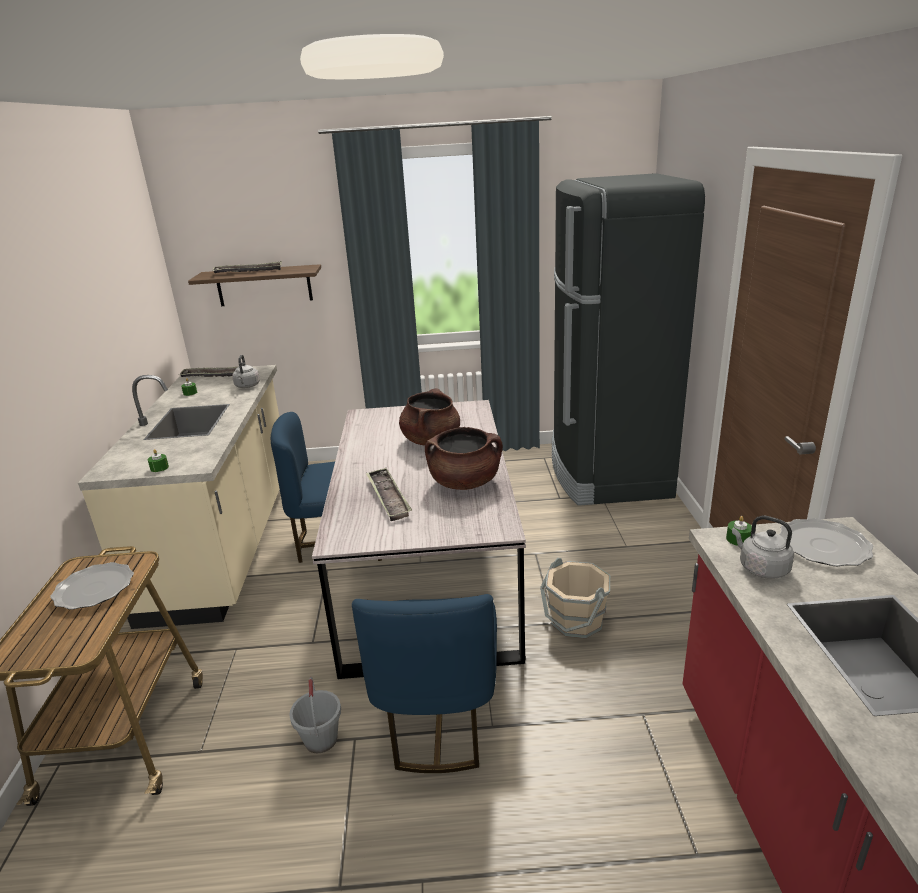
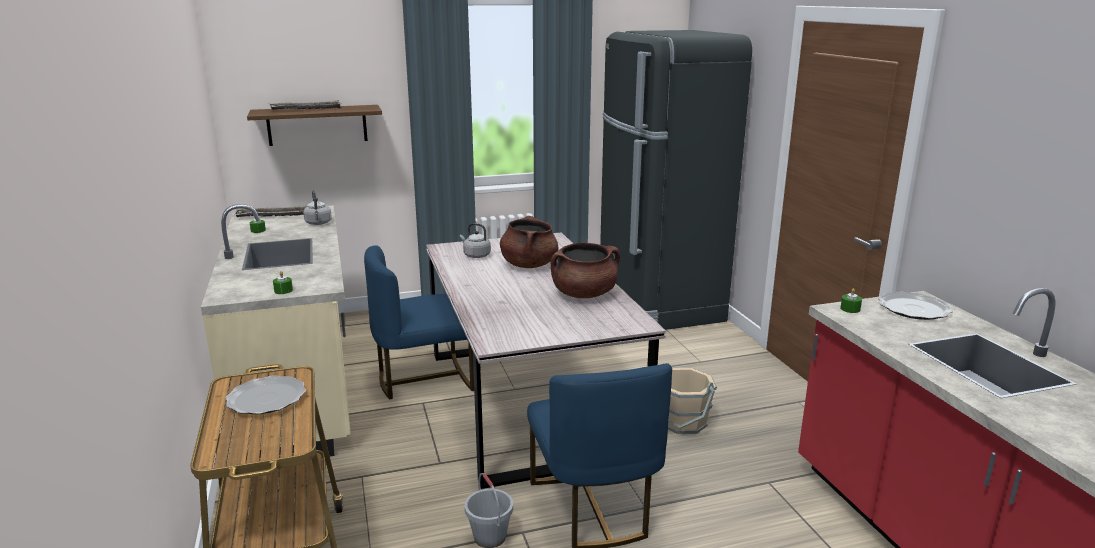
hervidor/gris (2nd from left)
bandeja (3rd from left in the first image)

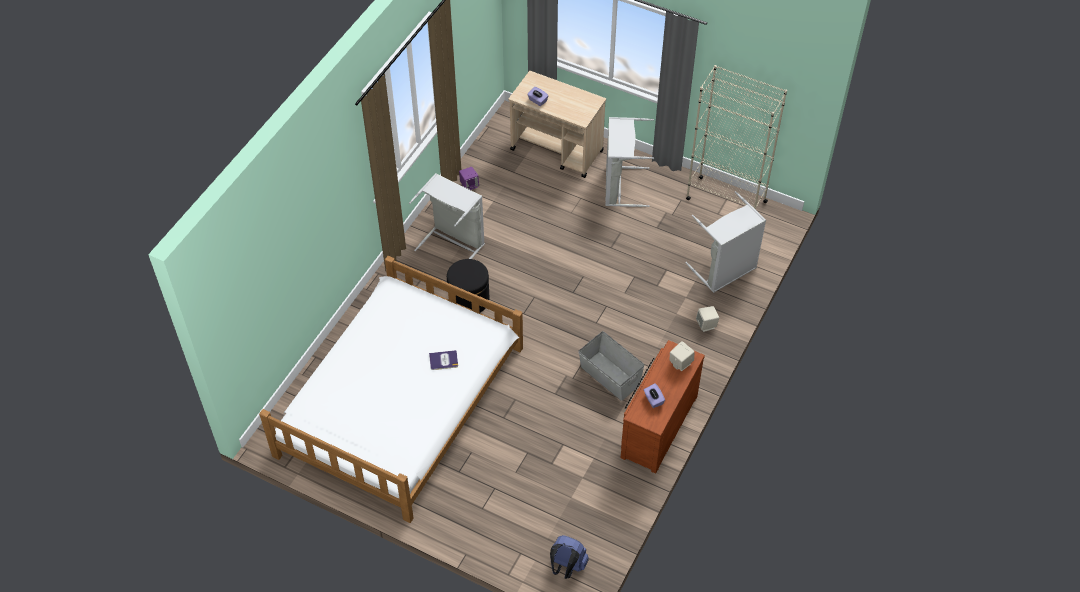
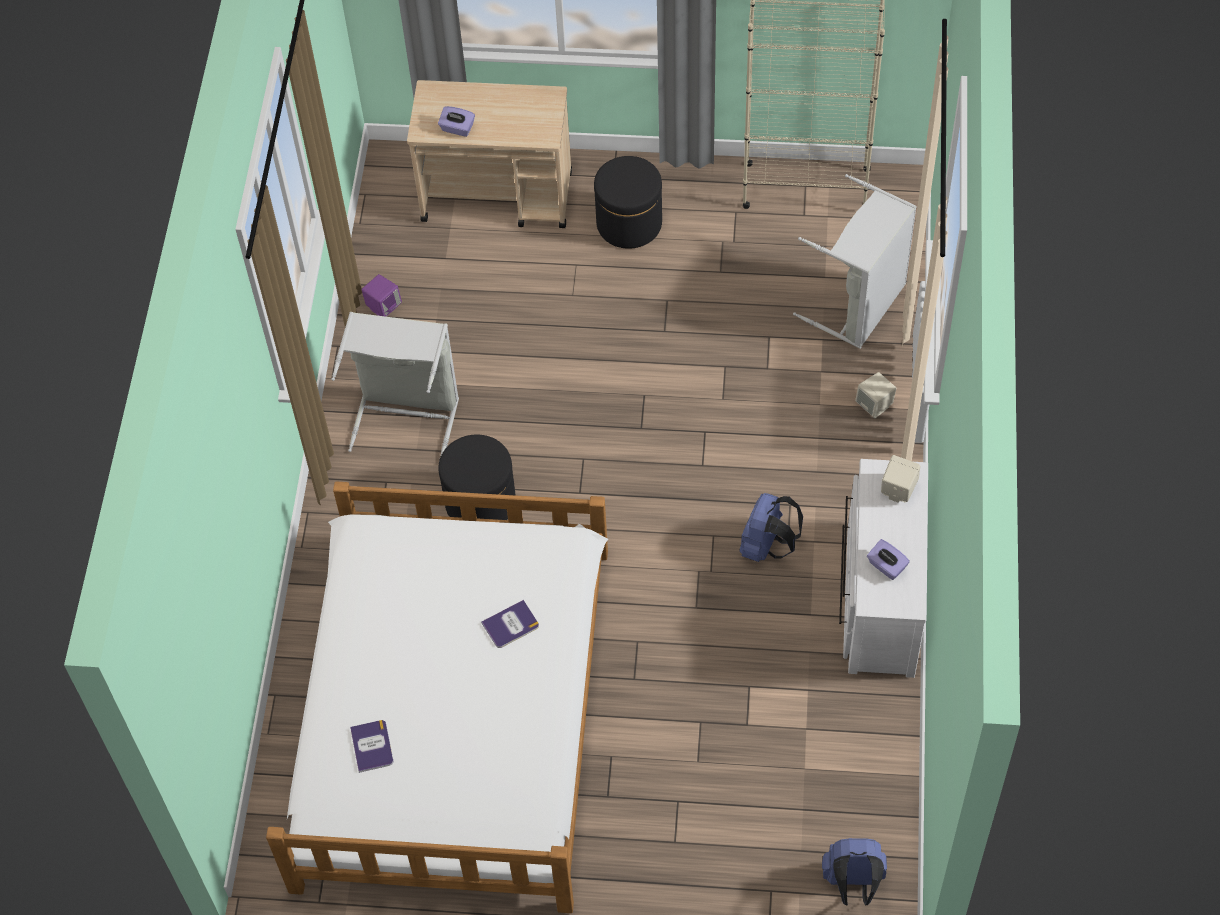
libro (1st from left)
puf/negro (2nd from left)
mochila/azul (1st from left)
cómoda/blanco

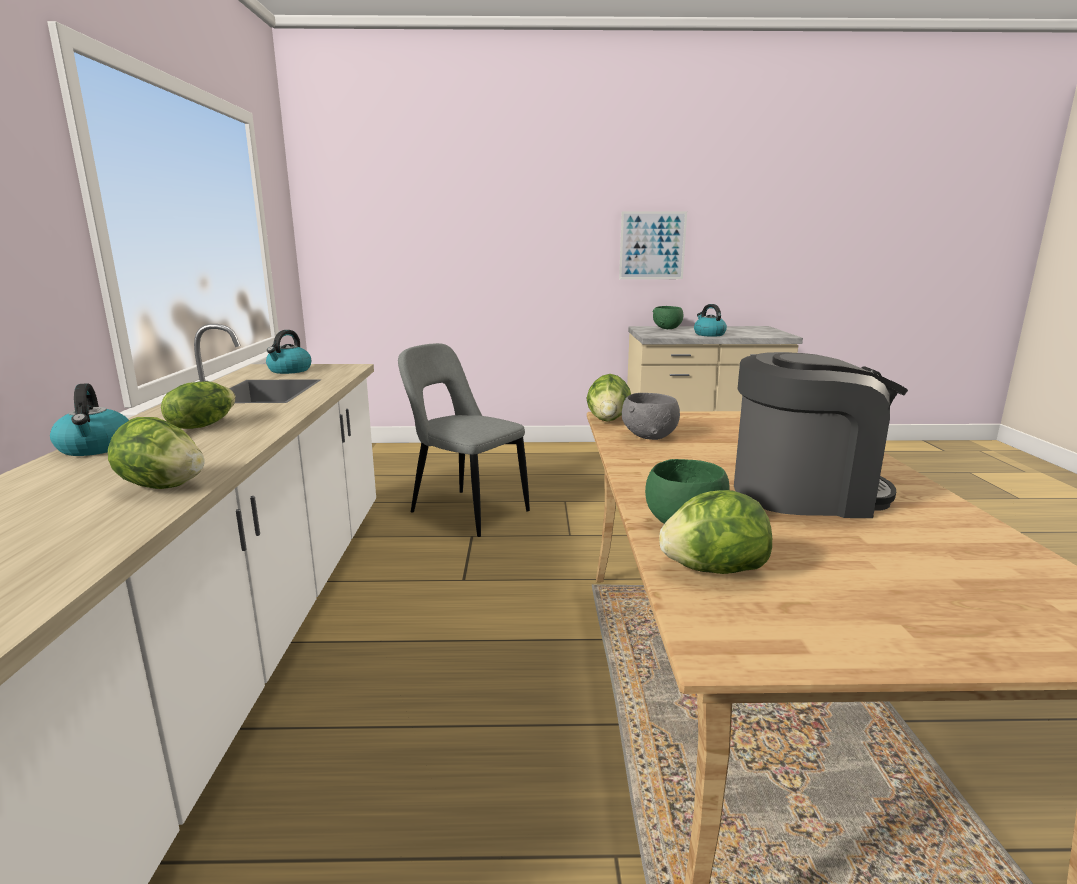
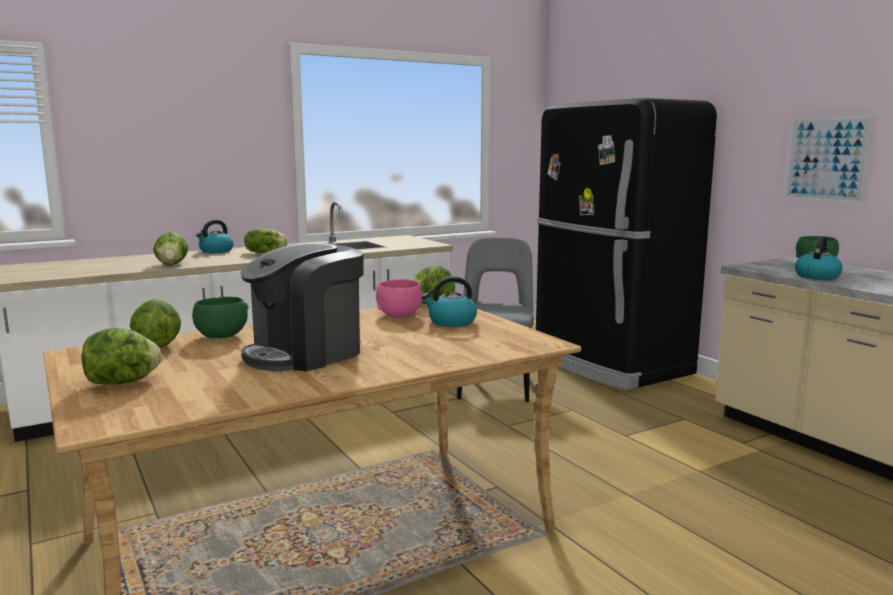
lechuga (1st from left)
cafetera
cuenco/rosa
hervidor (2nd from left)
nevera/negro

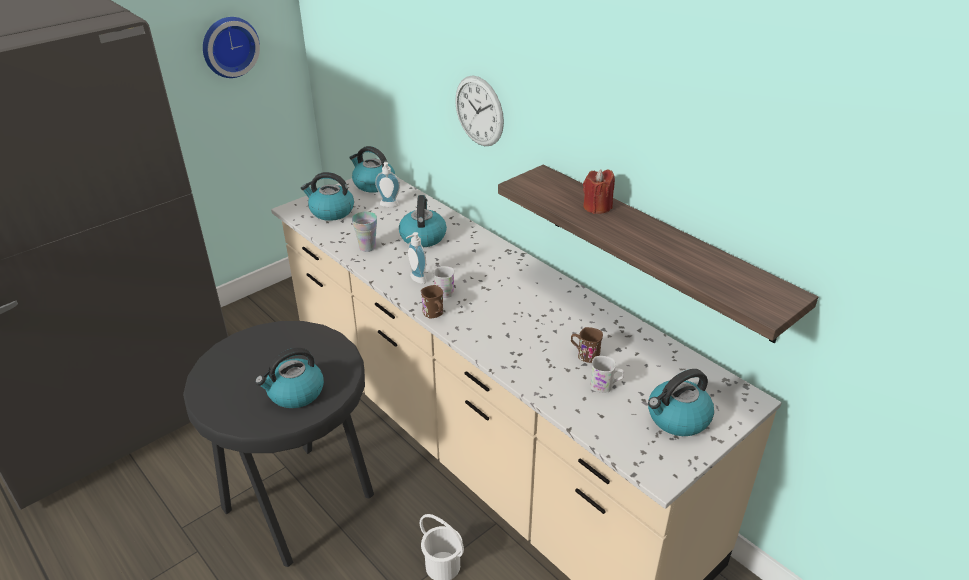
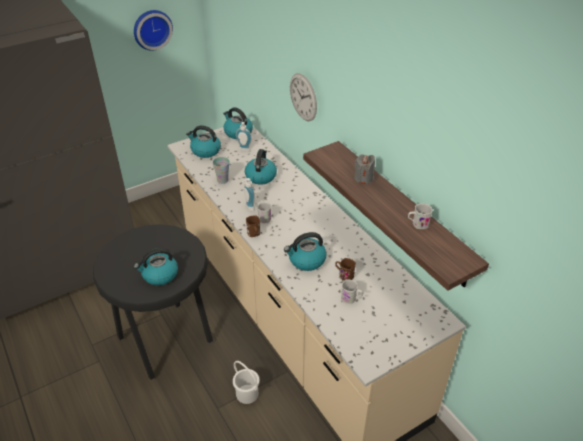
hervidor (5th from left)
vela/gris
taza grande/blanco (3rd from left)

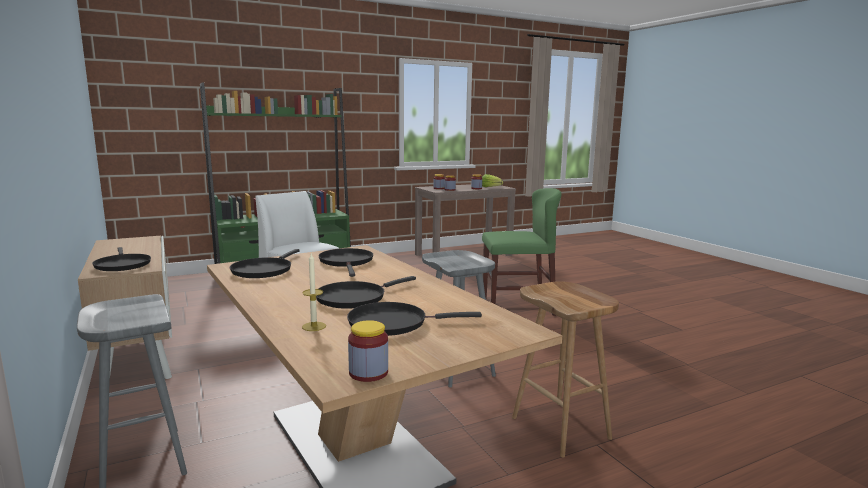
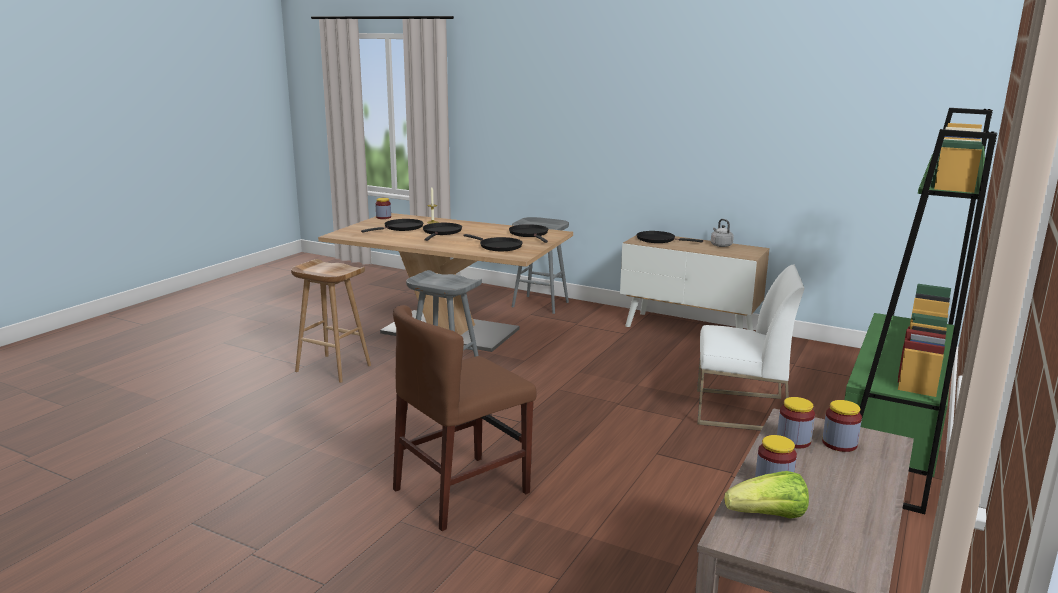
silla/marrón
hervidor/gris

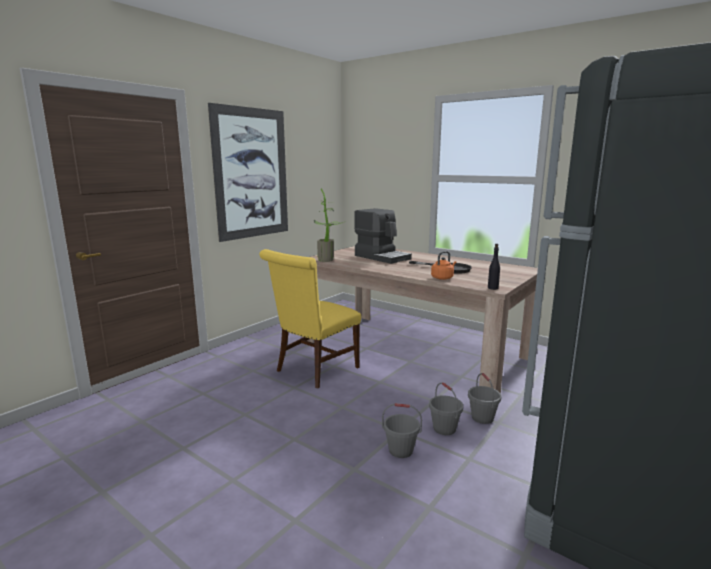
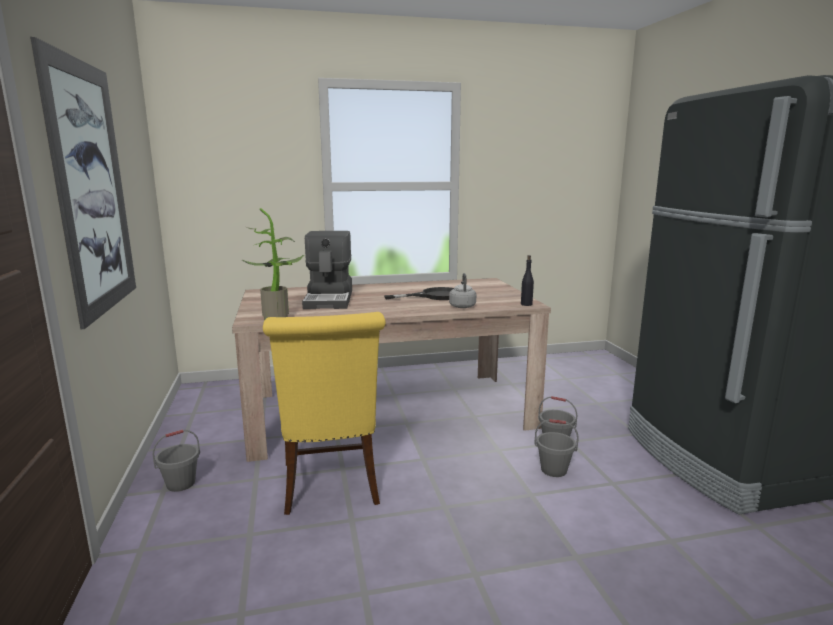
cubo/gris (1st from left)
cafetera
hervidor/gris

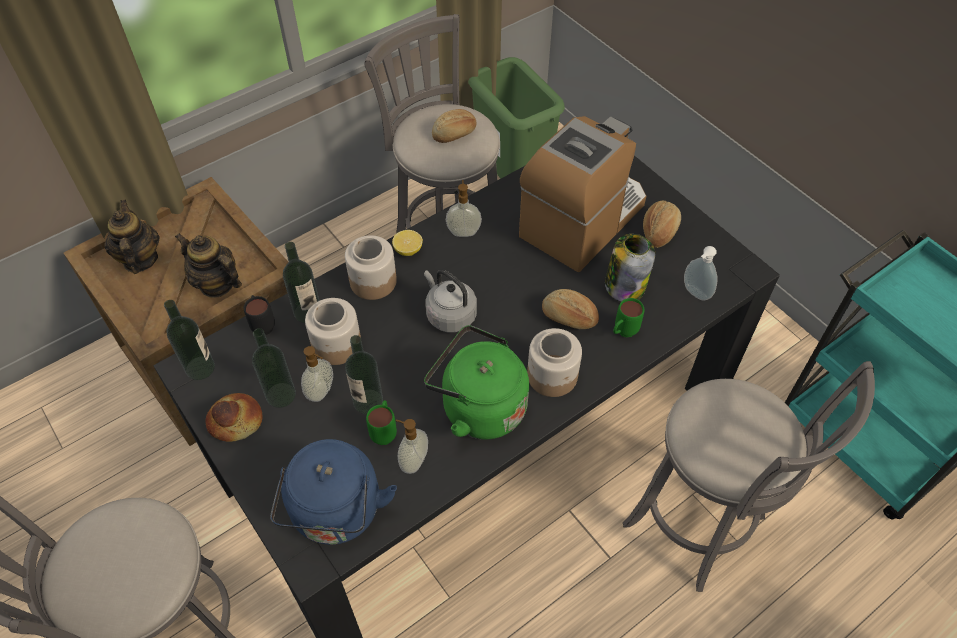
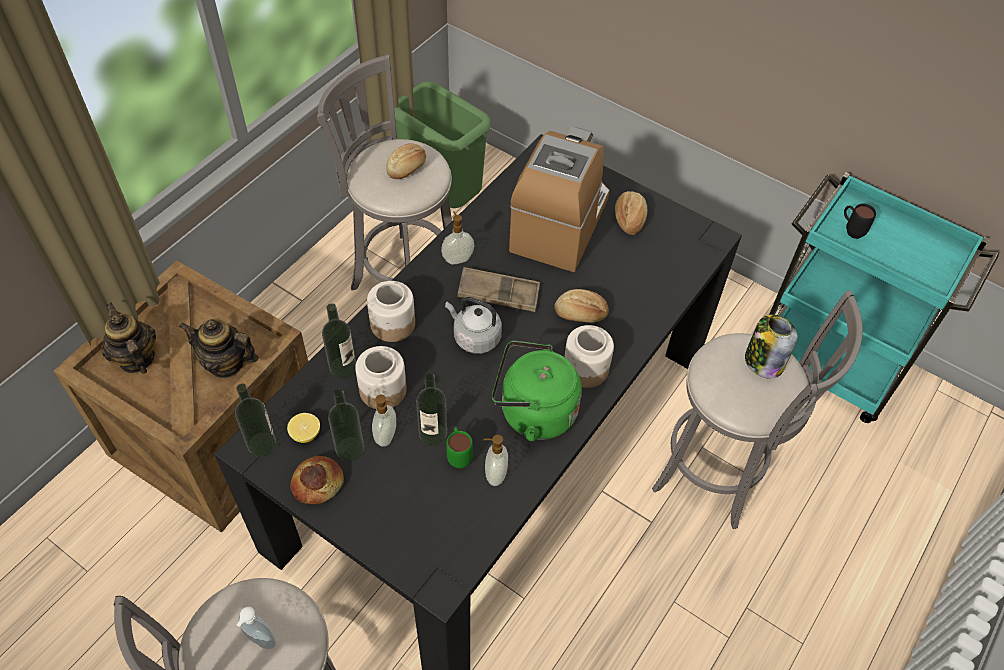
dispensador de jabón (1st from left)
limón
bandeja/marrón
tarro (4th from left)
taza grande/negro
hervidor/azul
taza grande/verde (2nd from left in the first image)

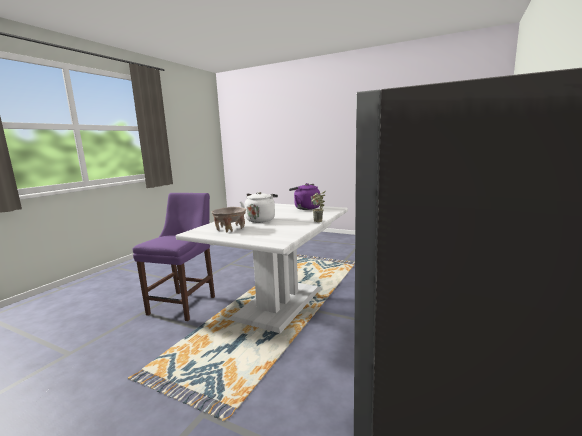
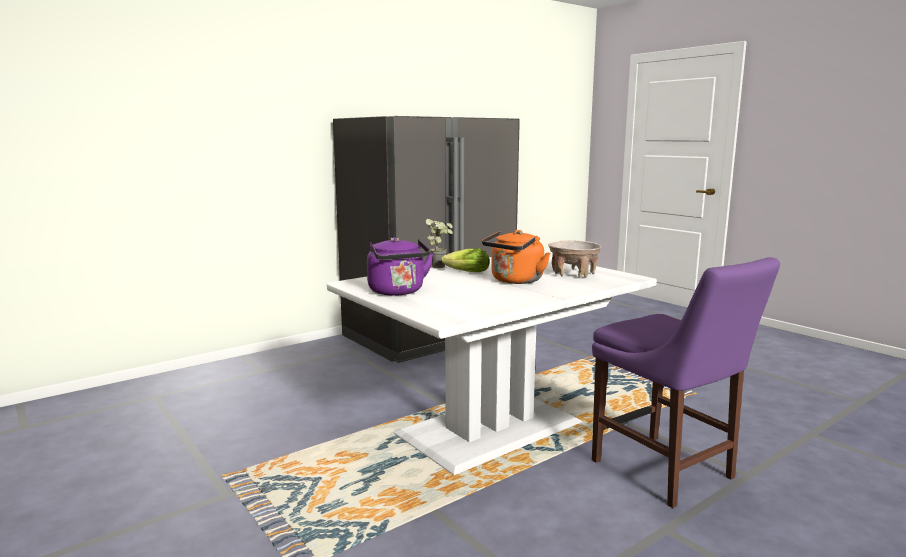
lechuga
hervidor/naranja
silla/morado

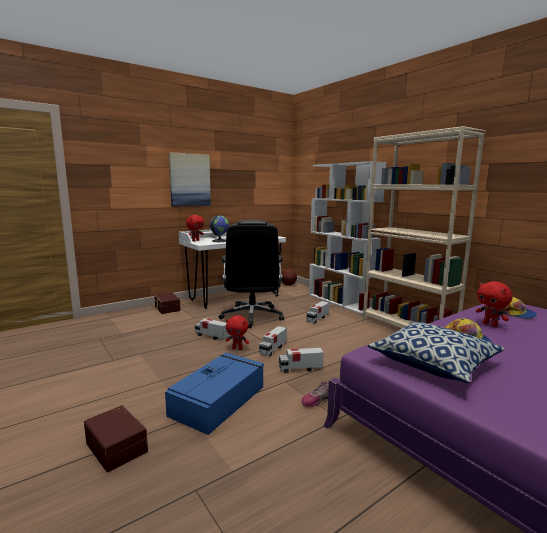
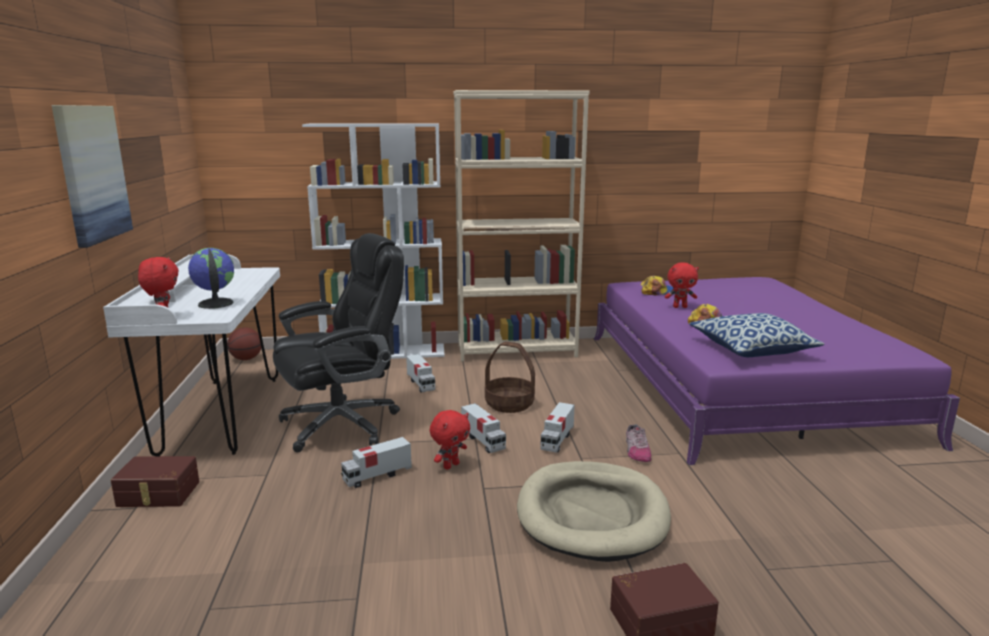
silla de oficina/negro
cesta
cama para perro/beis

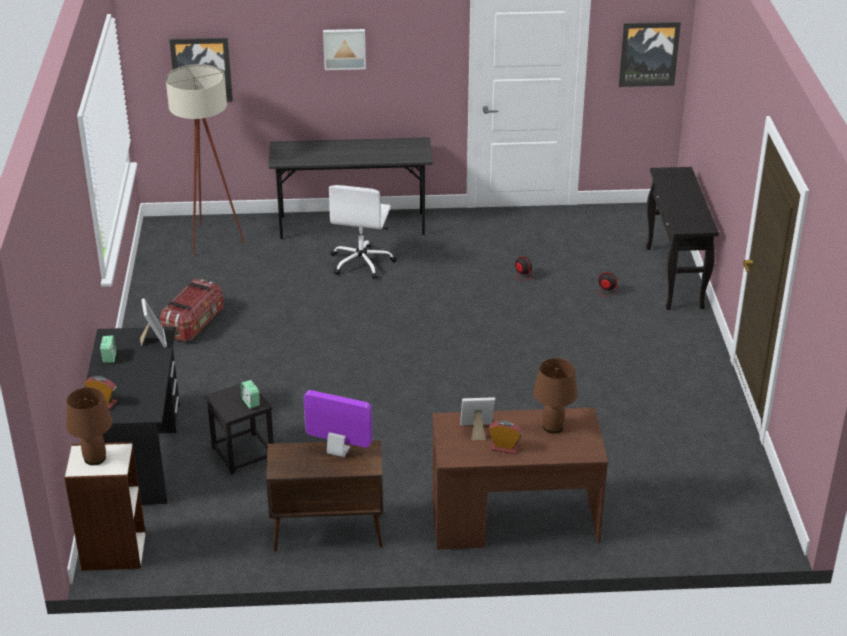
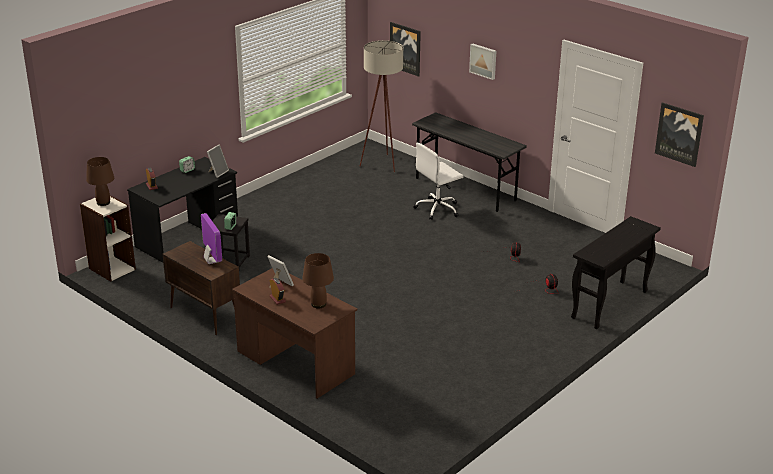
caja de almacenaje

